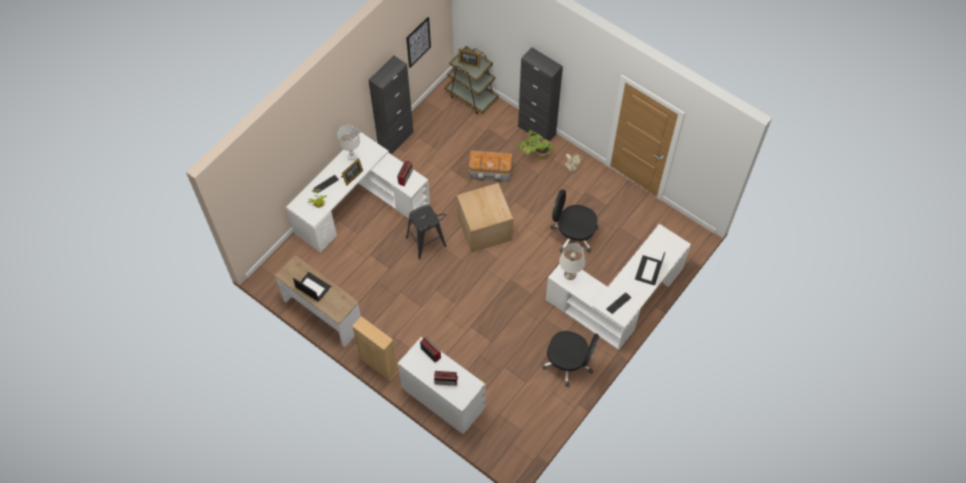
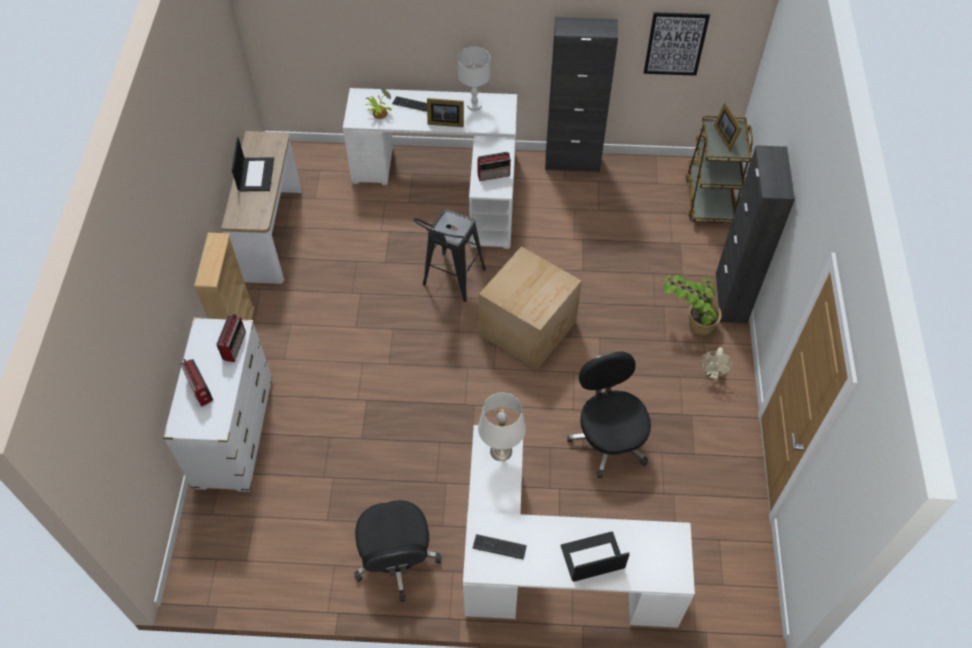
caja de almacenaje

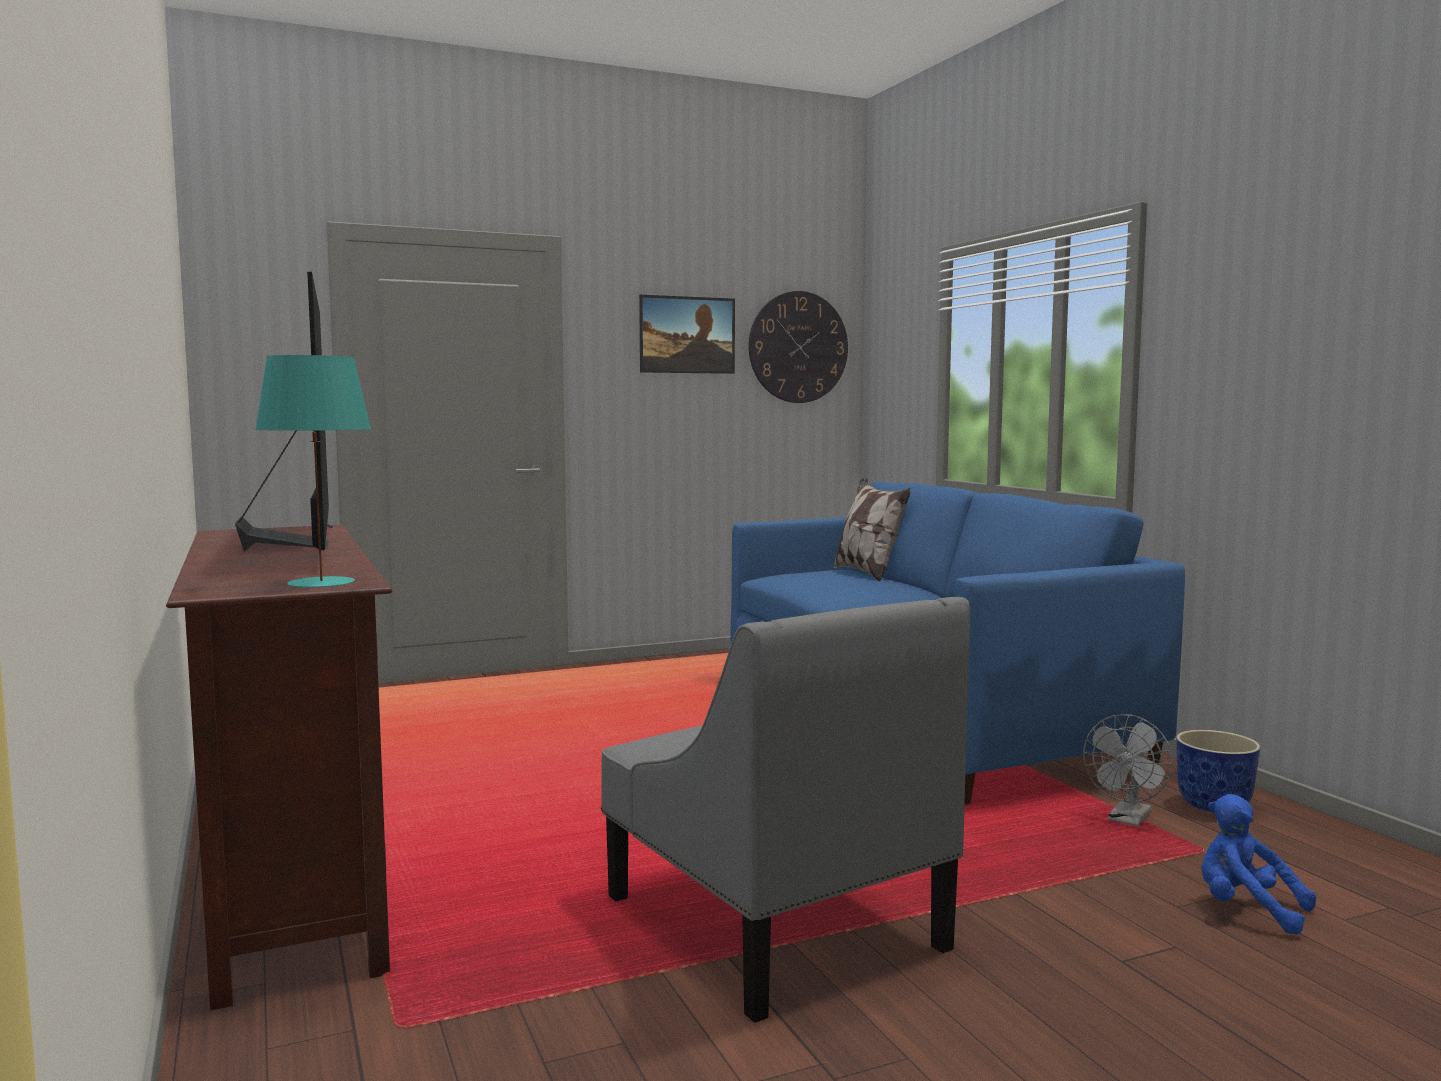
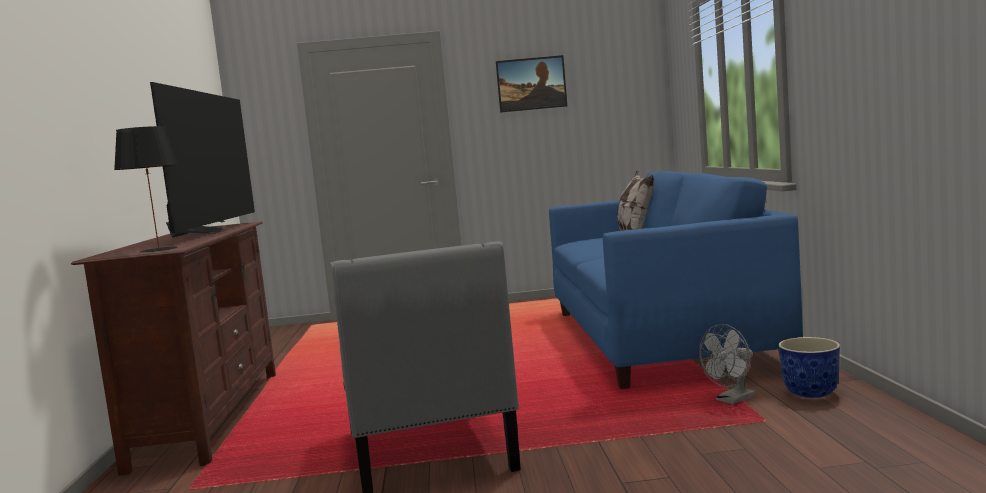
lámpara de mesa/negro
reloj de pared
peluche/azul

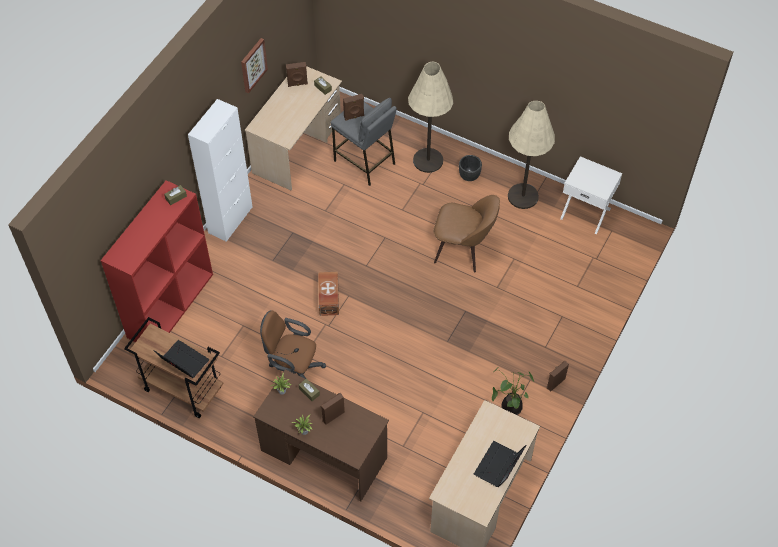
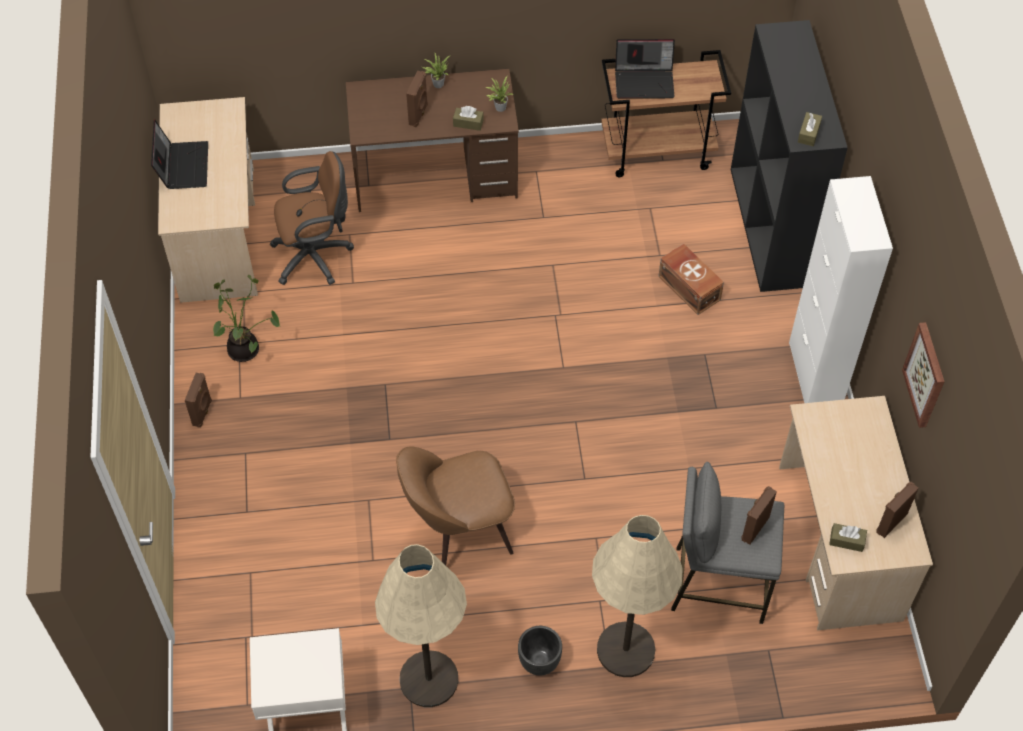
silla de oficina/marrón
caja de almacenaje/marrón
estantería/negro

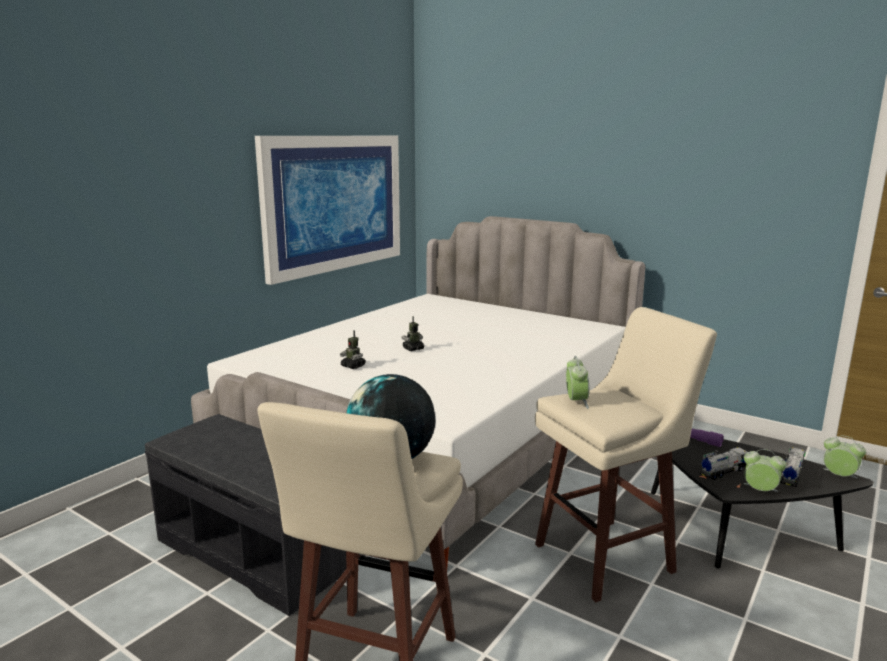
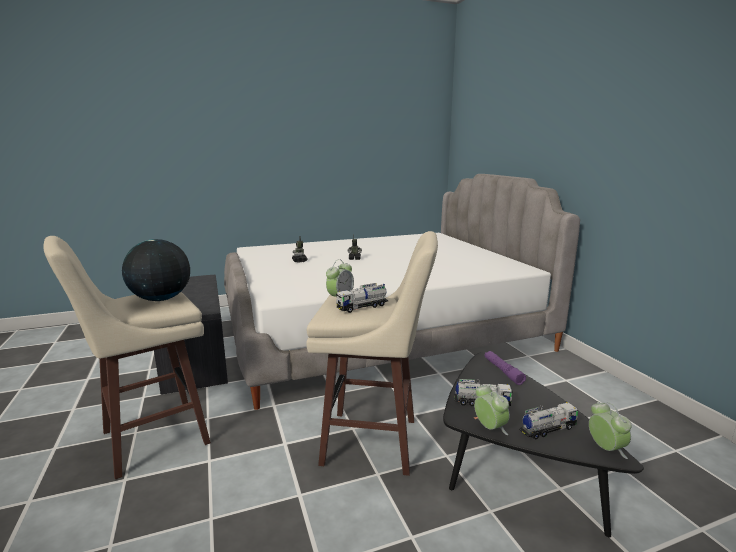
camión de juguete (1st from left)
cuadro

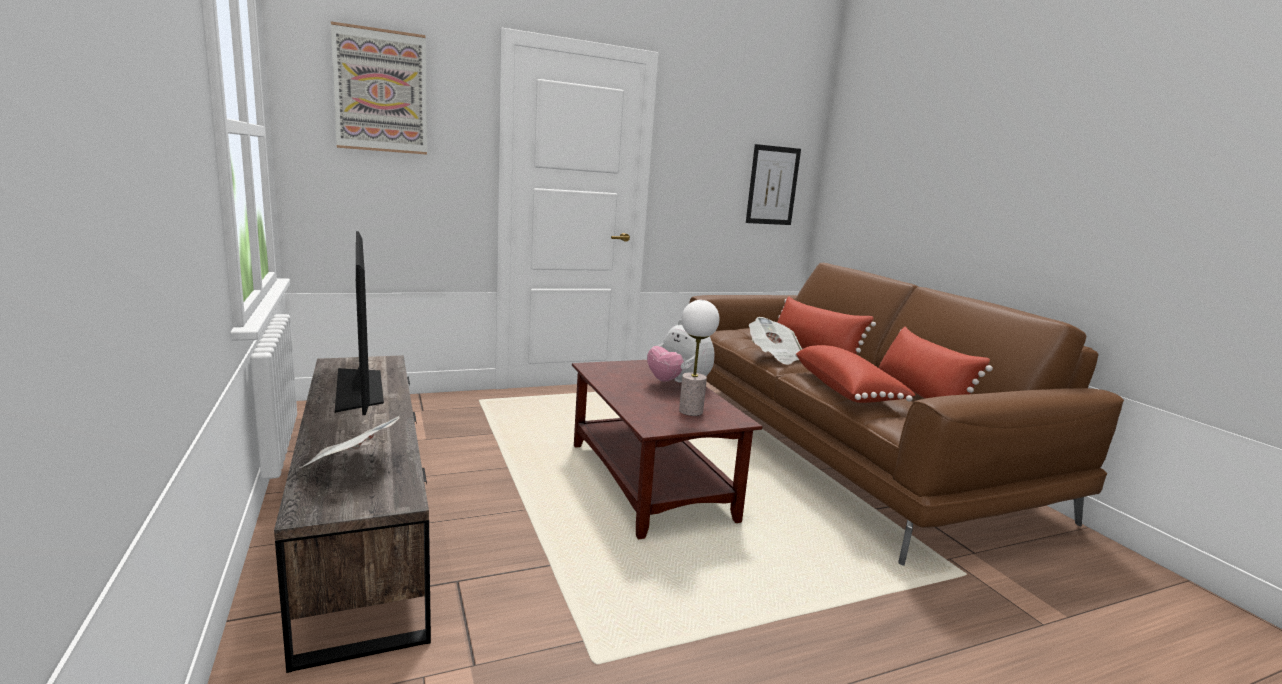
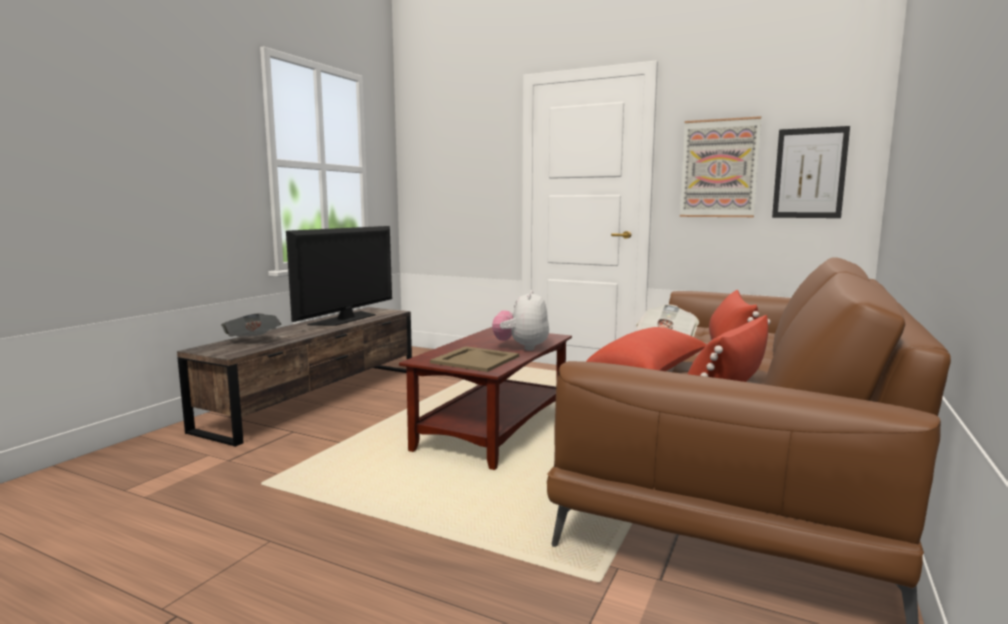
bandeja/beis
cuadro (1st from left)

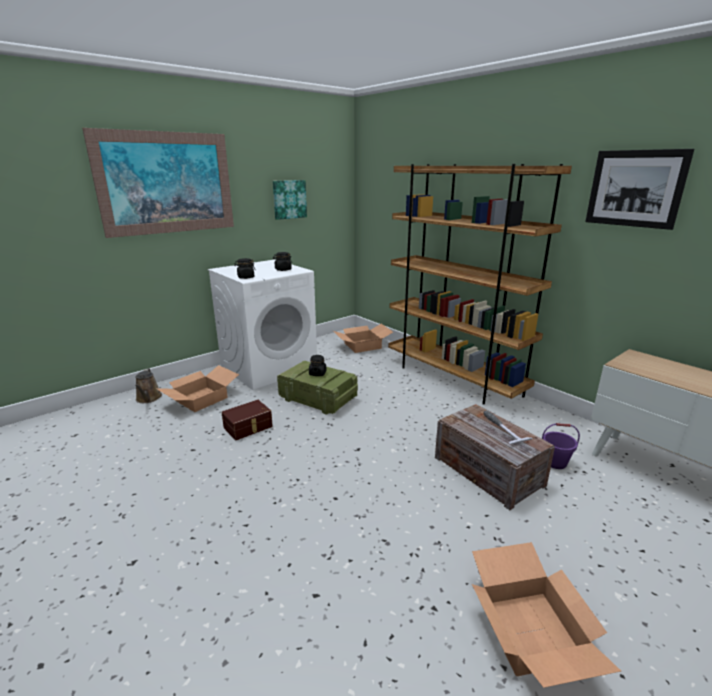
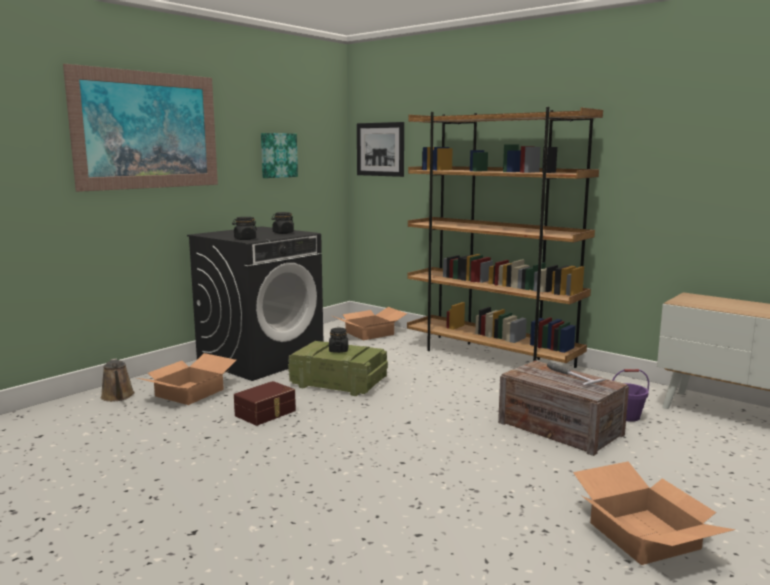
lavadora/negro
cuadro (3rd from left)

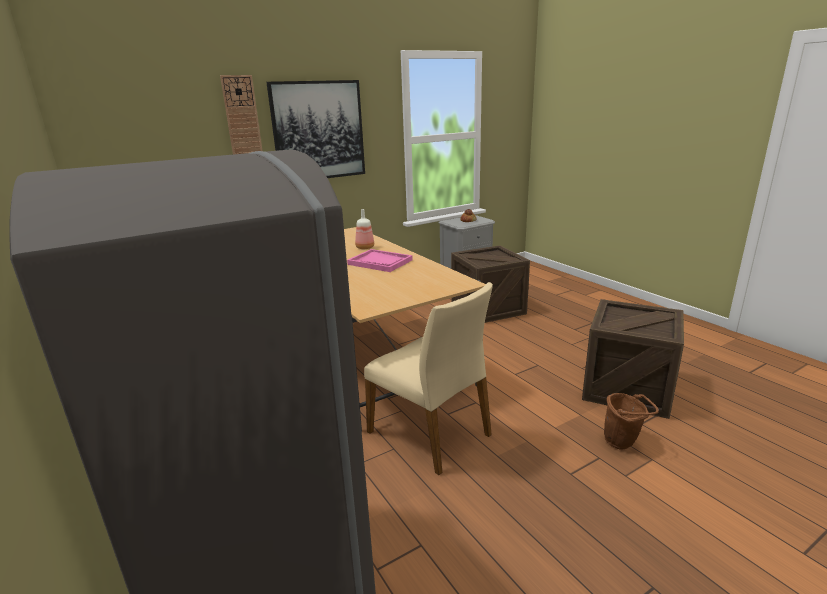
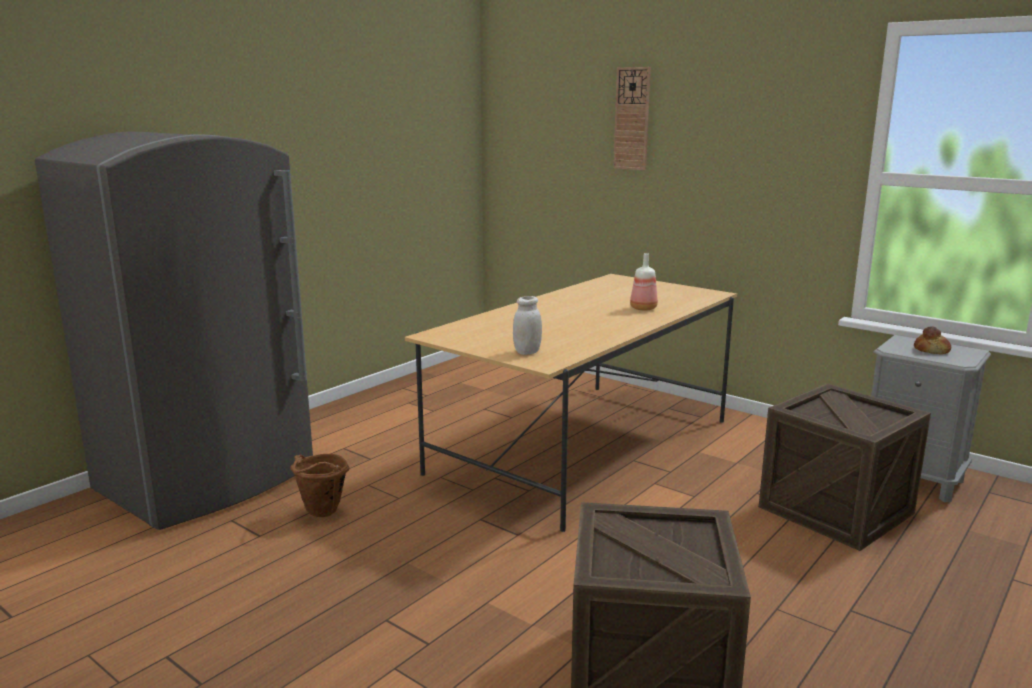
cubo/marrón
tarro/blanco
cuadro
bandeja/rosa
silla/beis

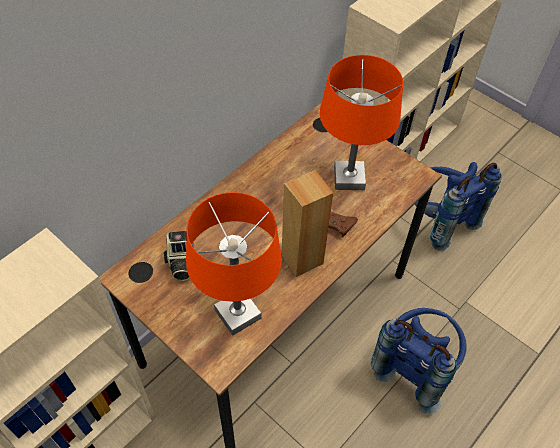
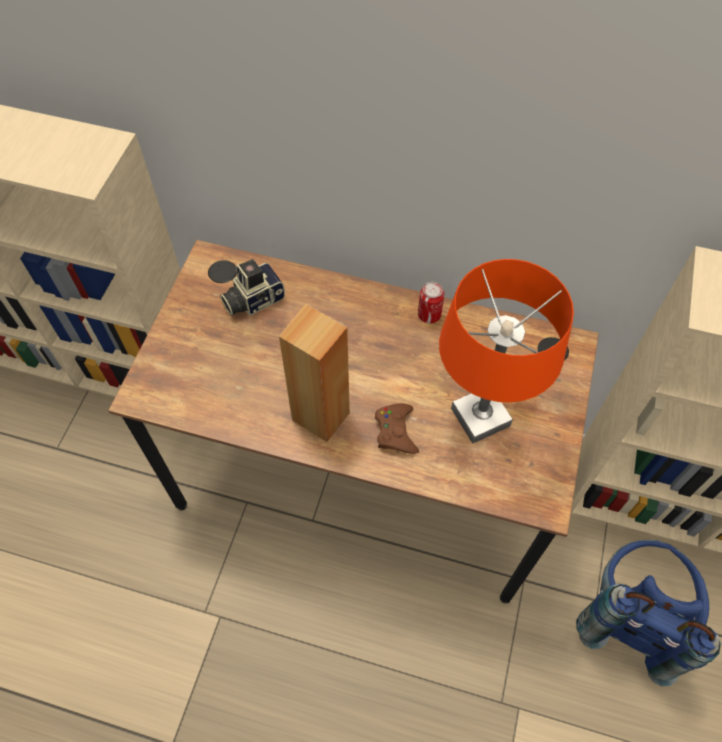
lata
lámpara de mesa/naranja (1st from left in the first image)
mochila/azul (1st from left in the first image)

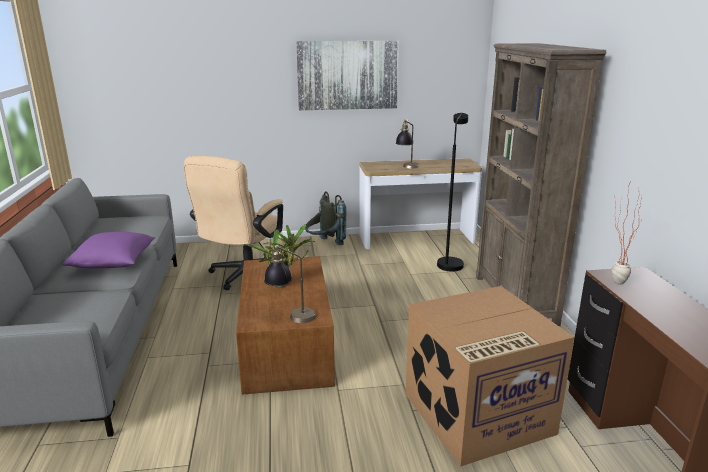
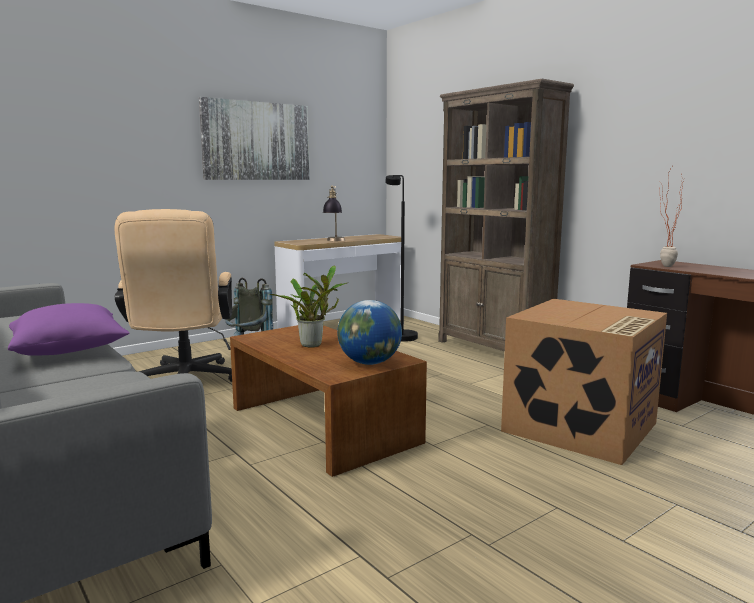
globo terráqueo

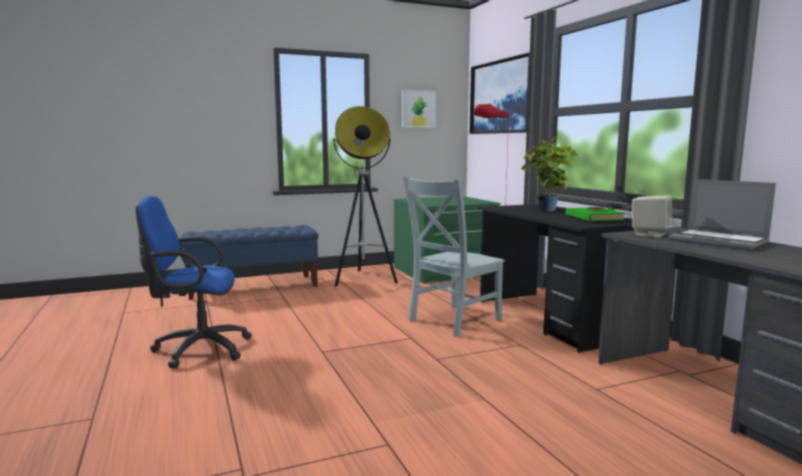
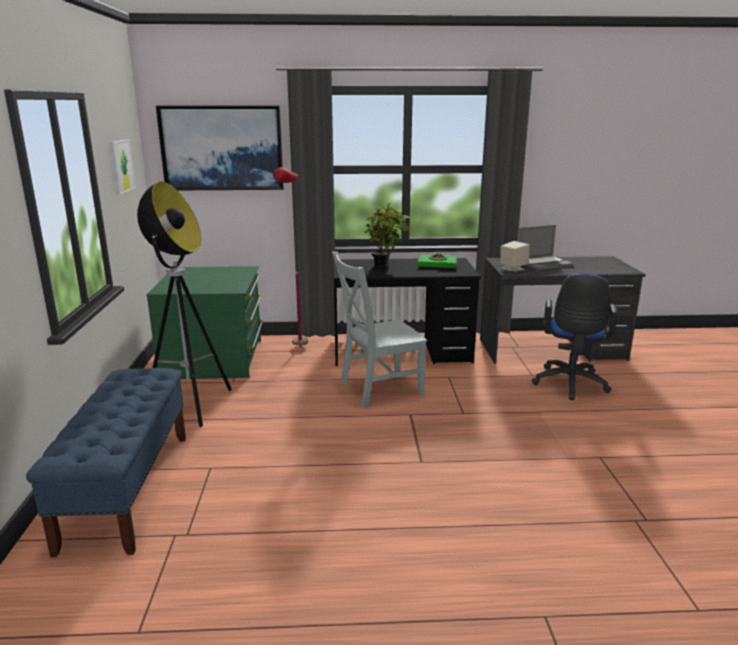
silla/gris
silla de oficina/azul

